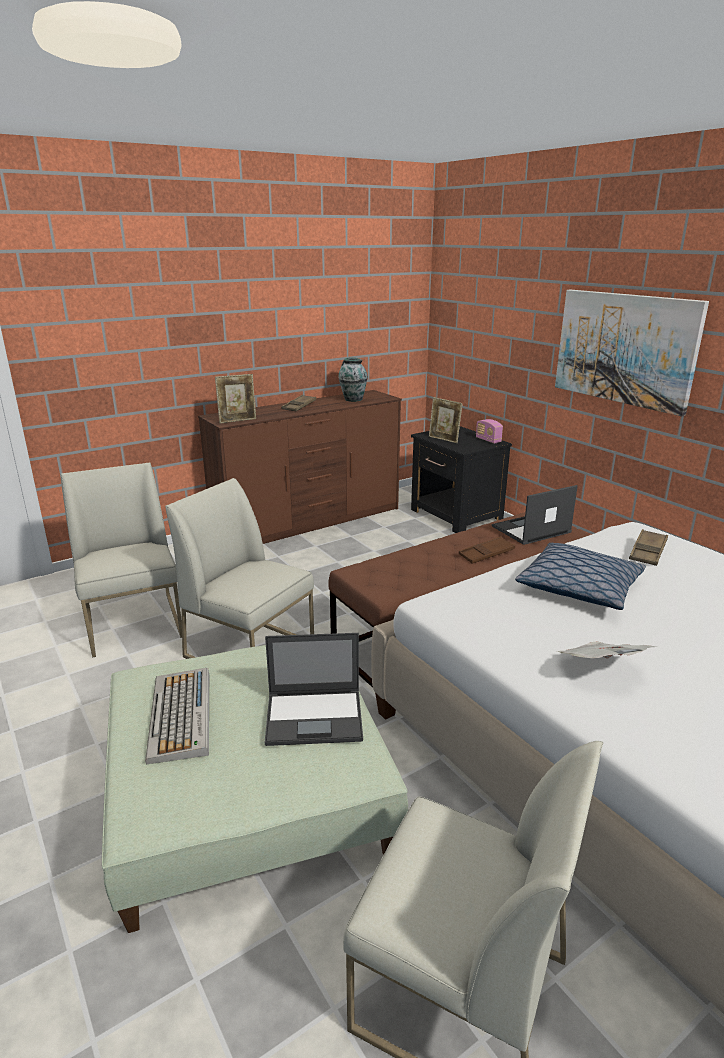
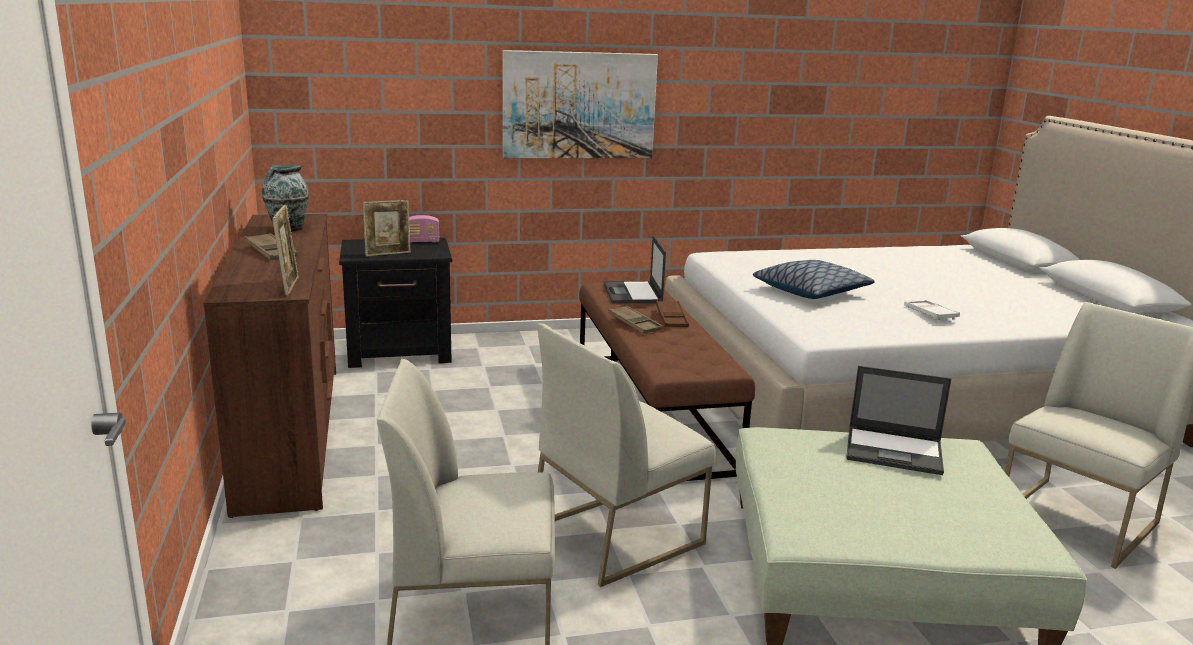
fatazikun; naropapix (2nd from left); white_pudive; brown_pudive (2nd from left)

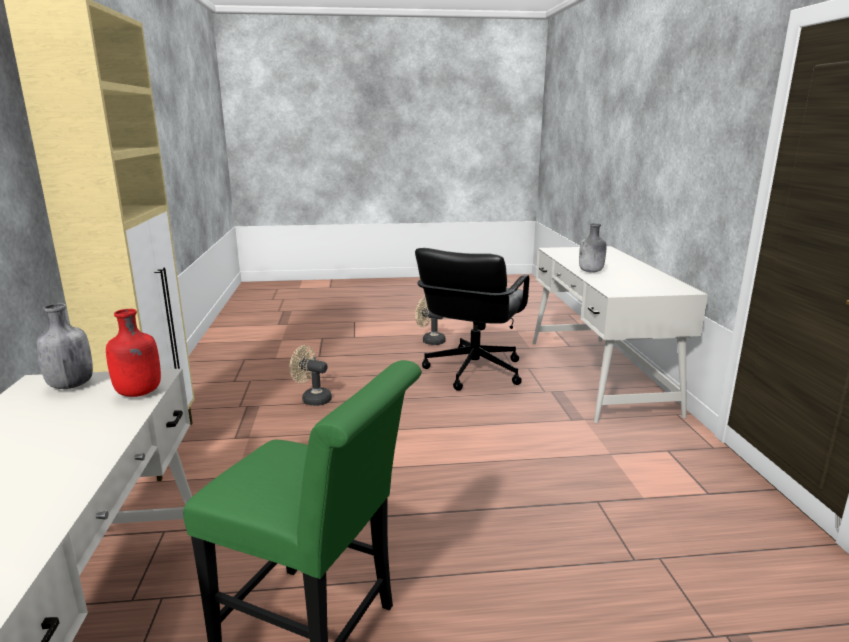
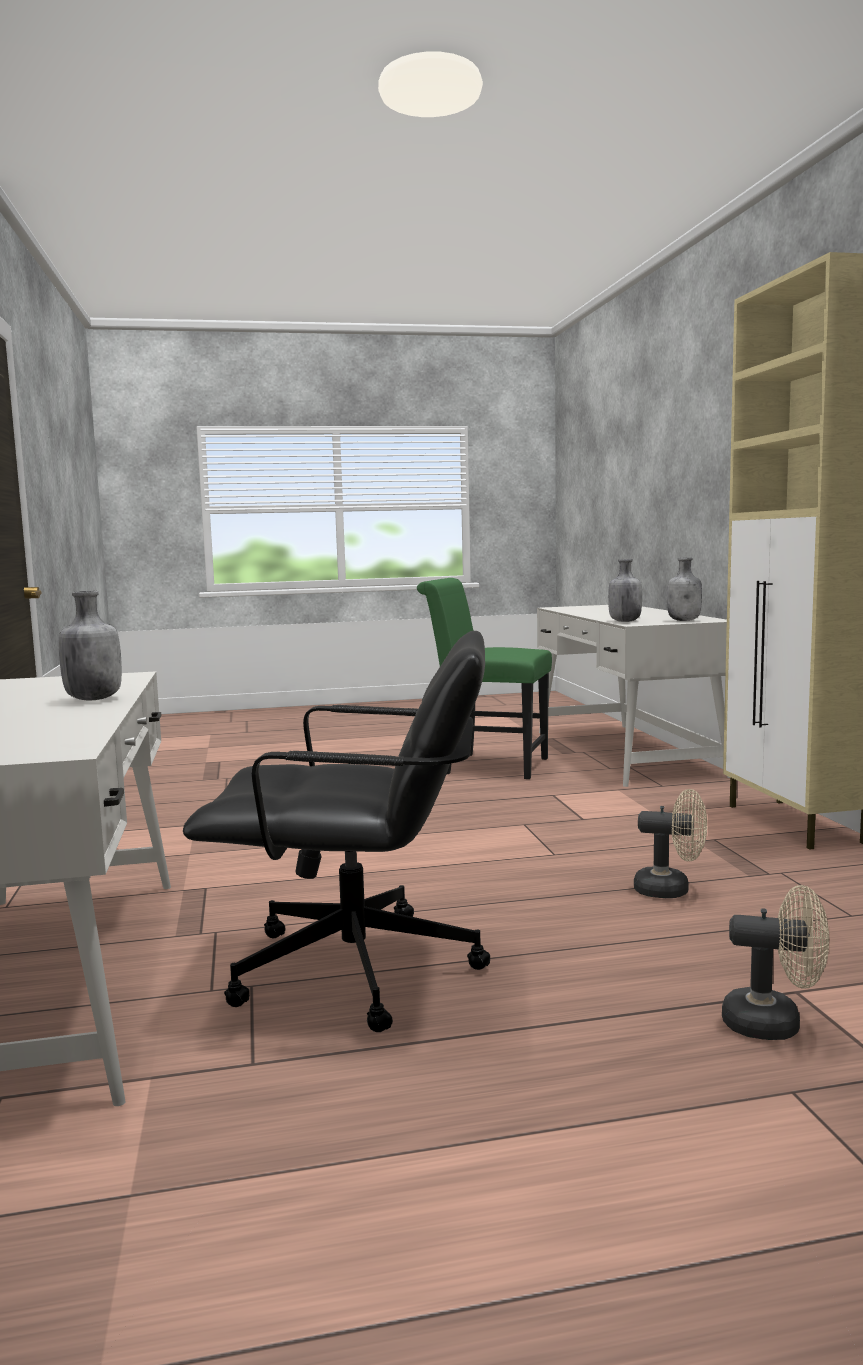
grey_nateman (2nd from left); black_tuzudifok; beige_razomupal (2nd from left)

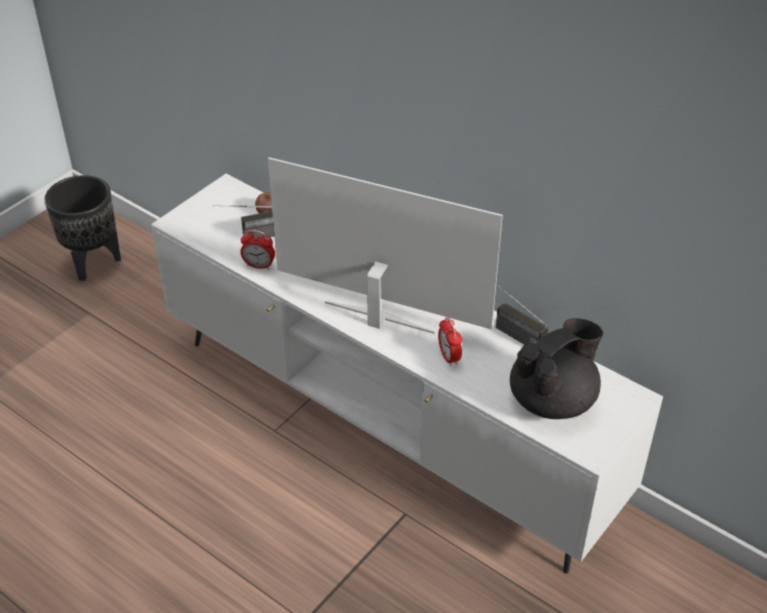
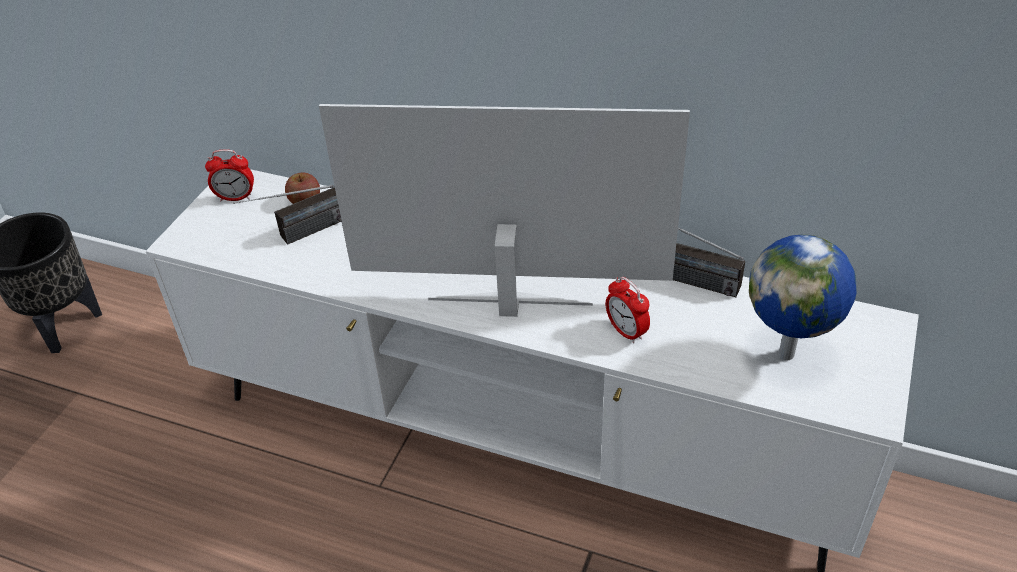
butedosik (1st from left); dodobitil

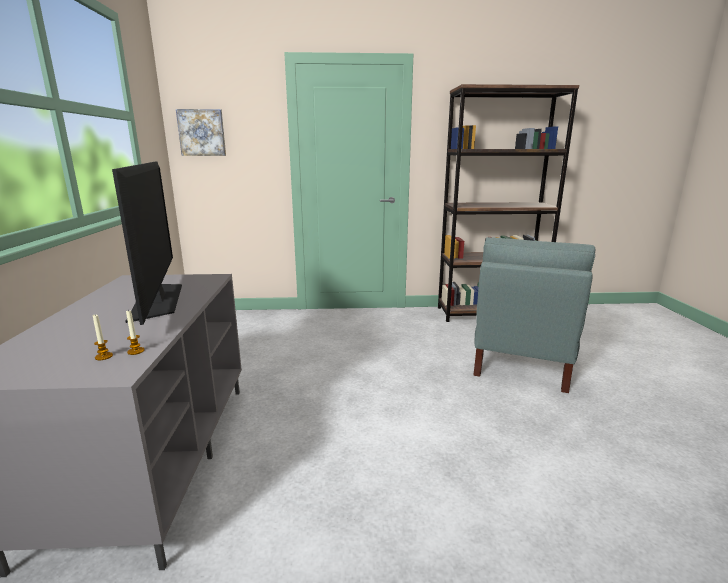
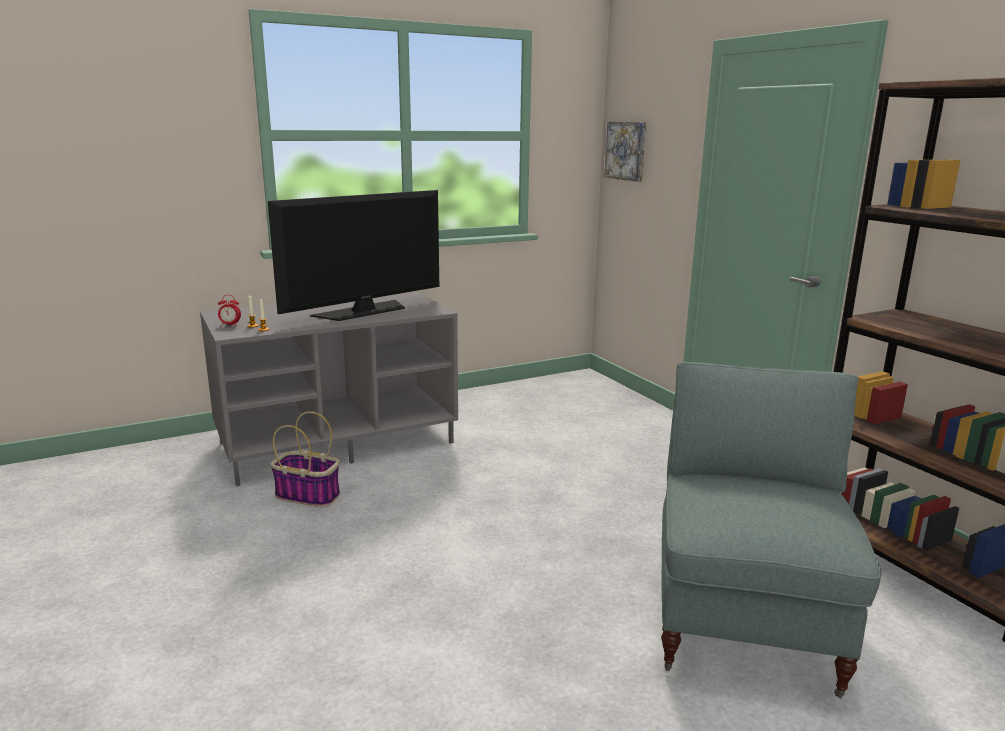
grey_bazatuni; butedosik; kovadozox

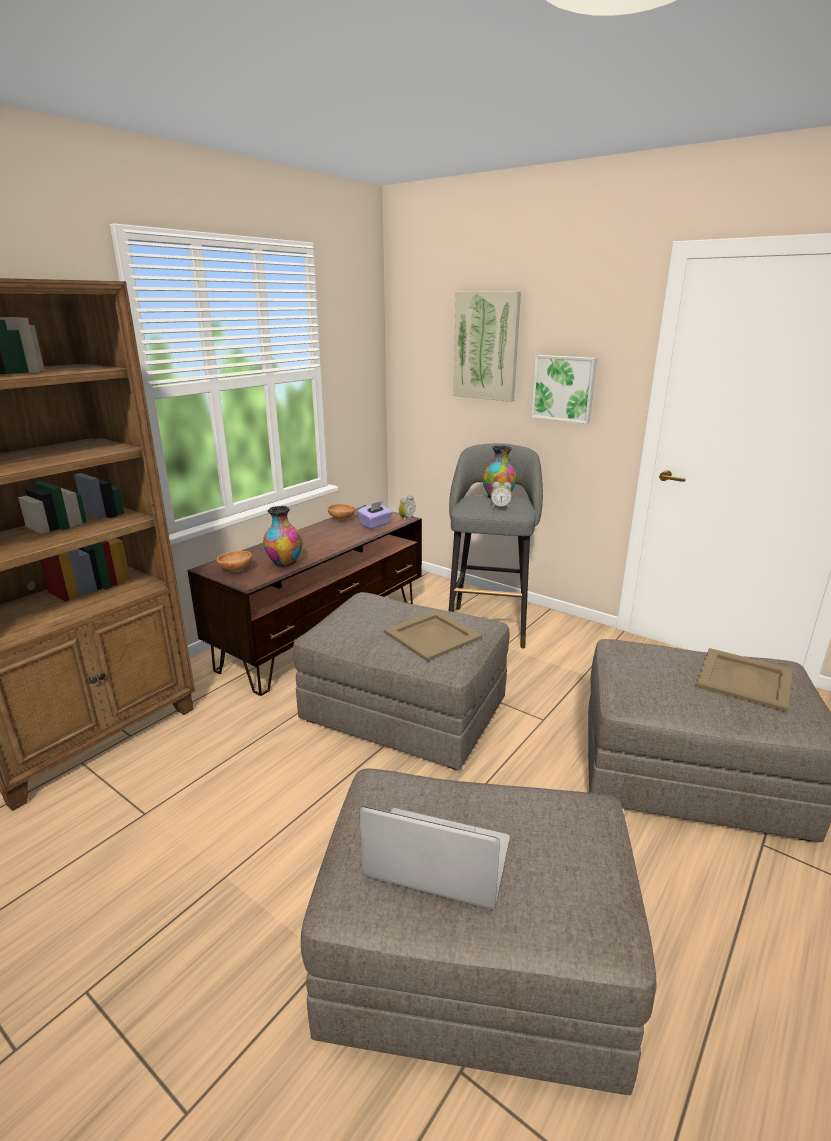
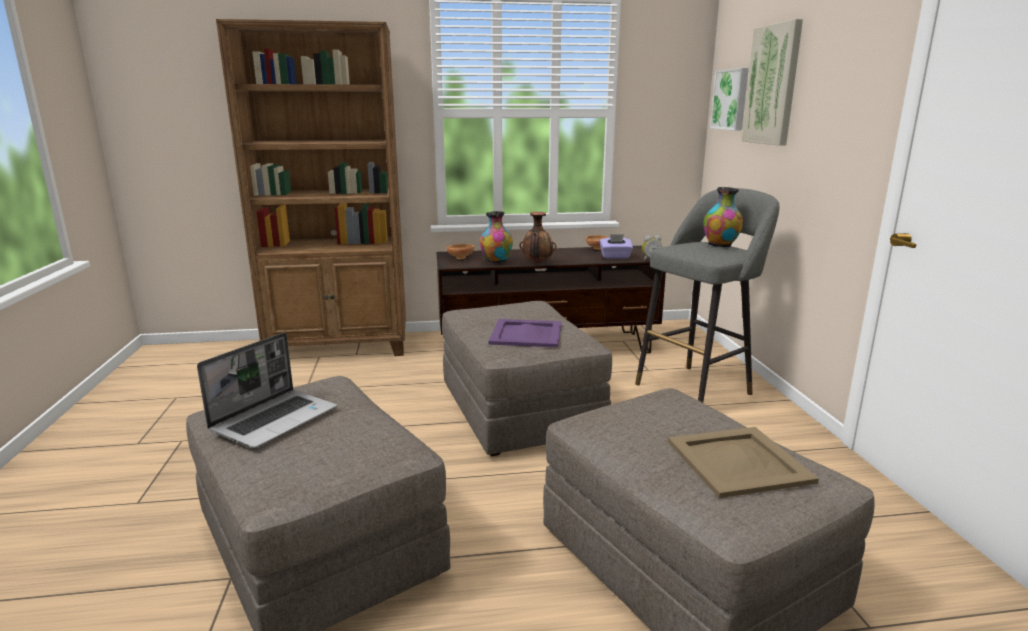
naropapix; purple_pudive; butedosik (2nd from left in the first image); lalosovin (1st from left); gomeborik (2nd from left)

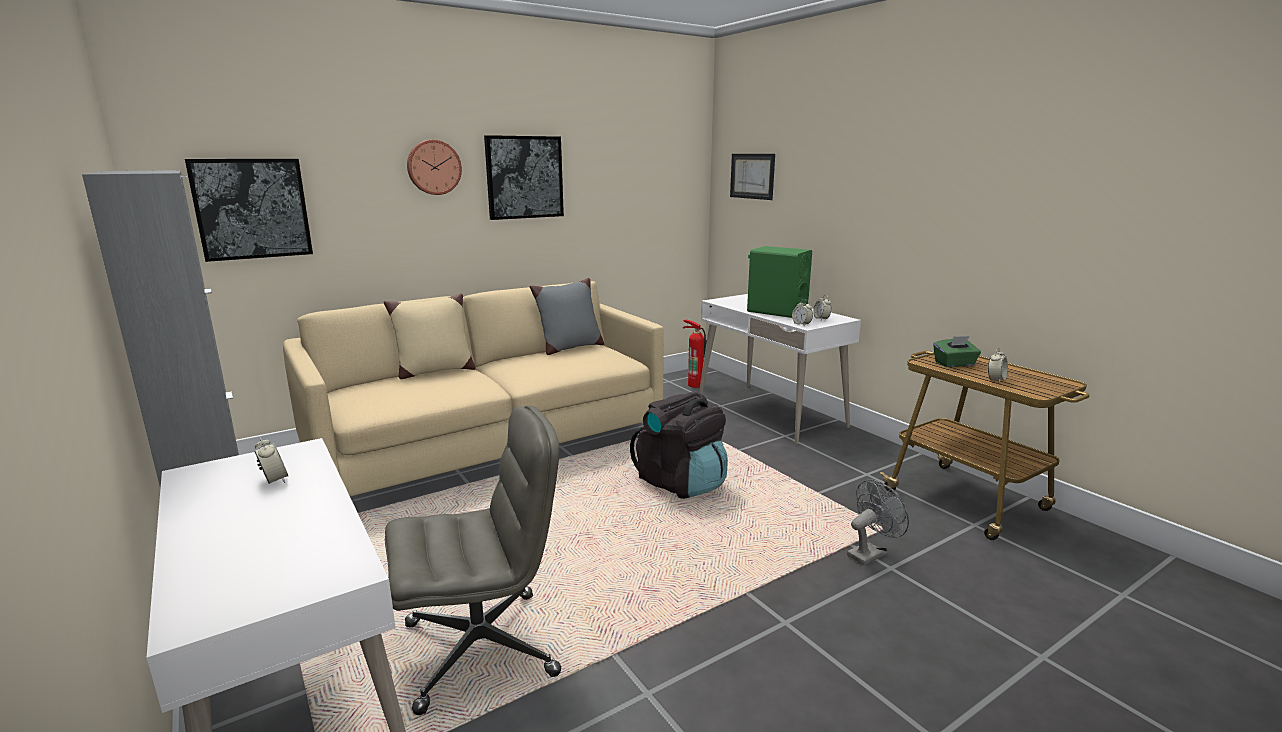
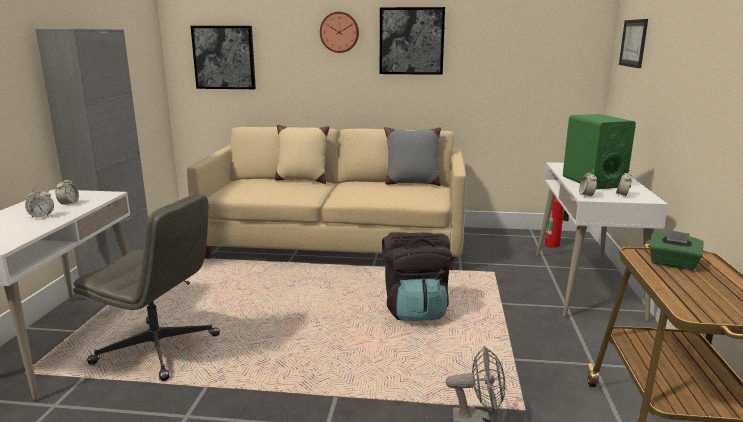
butedosik (1st from left)

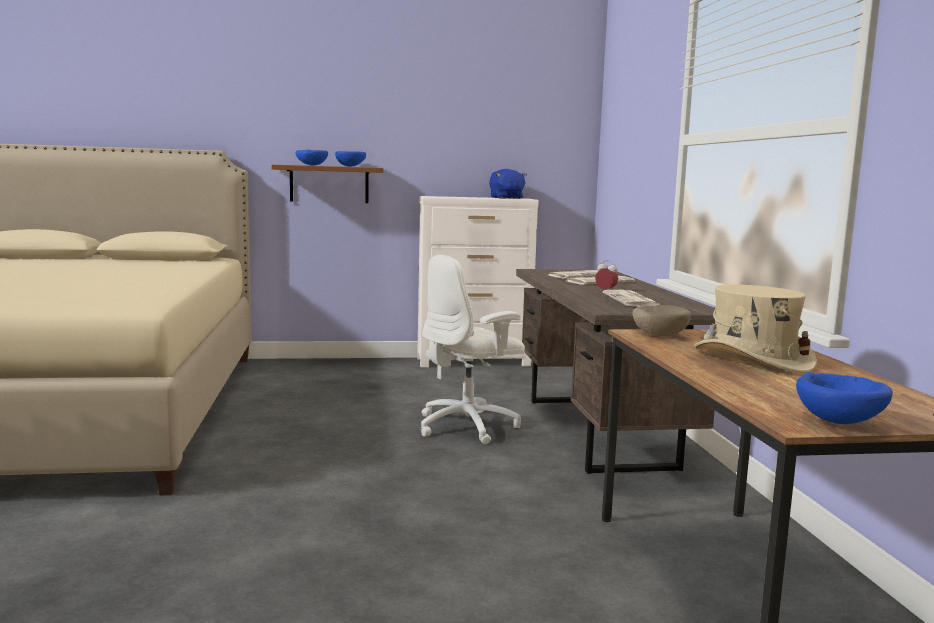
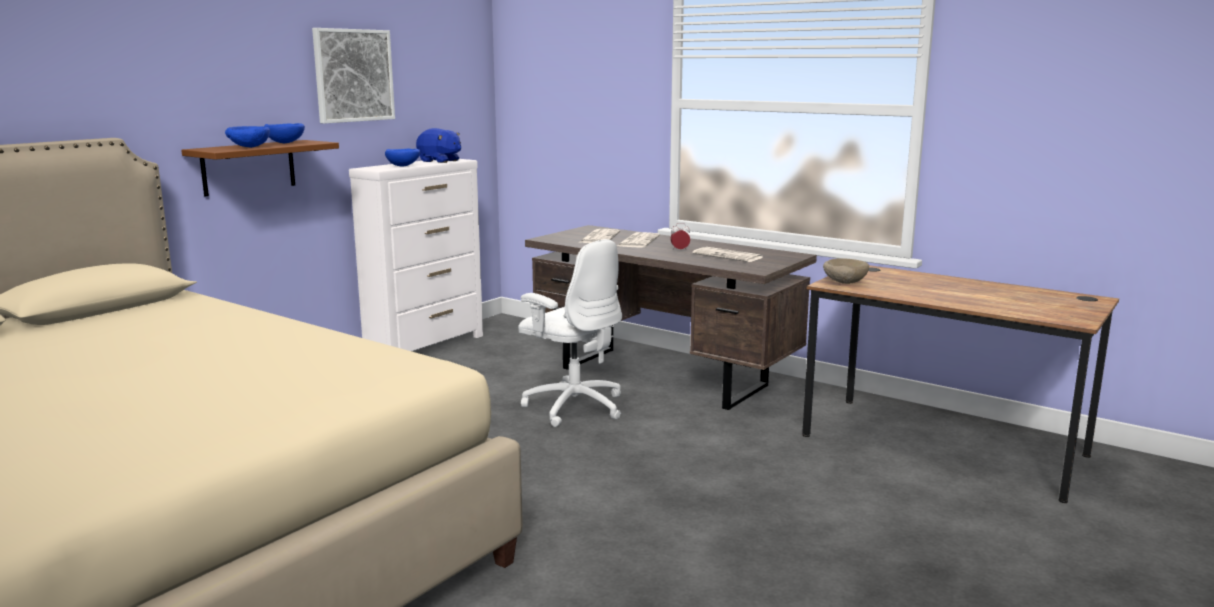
white_tuzudifok; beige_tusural; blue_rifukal (3rd from left); lalosovin

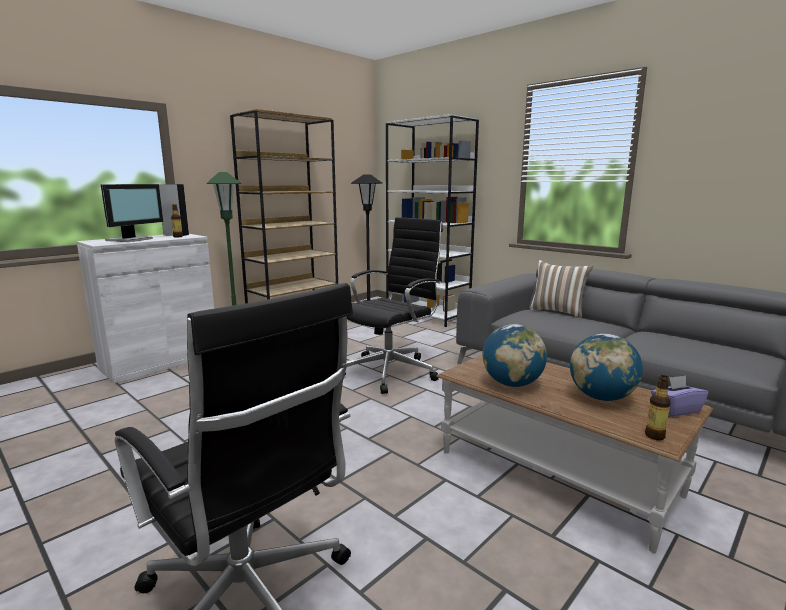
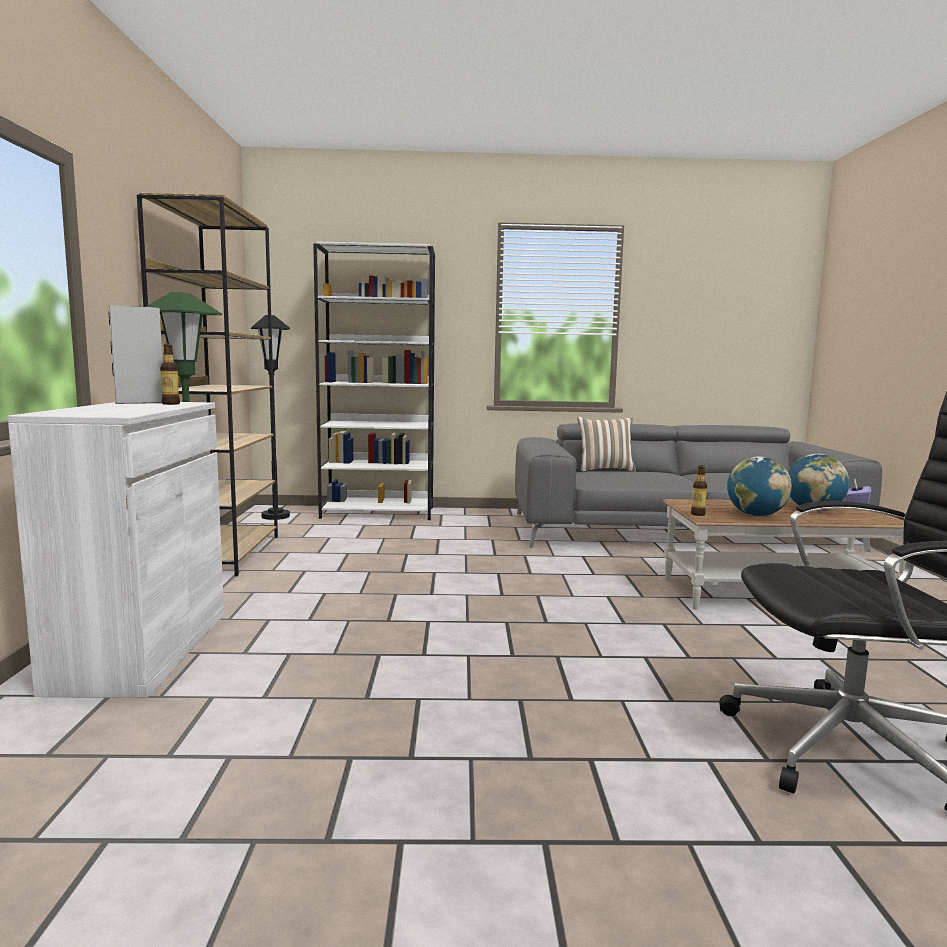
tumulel; black_tuzudifok (2nd from left in the first image); nateman (2nd from left)

